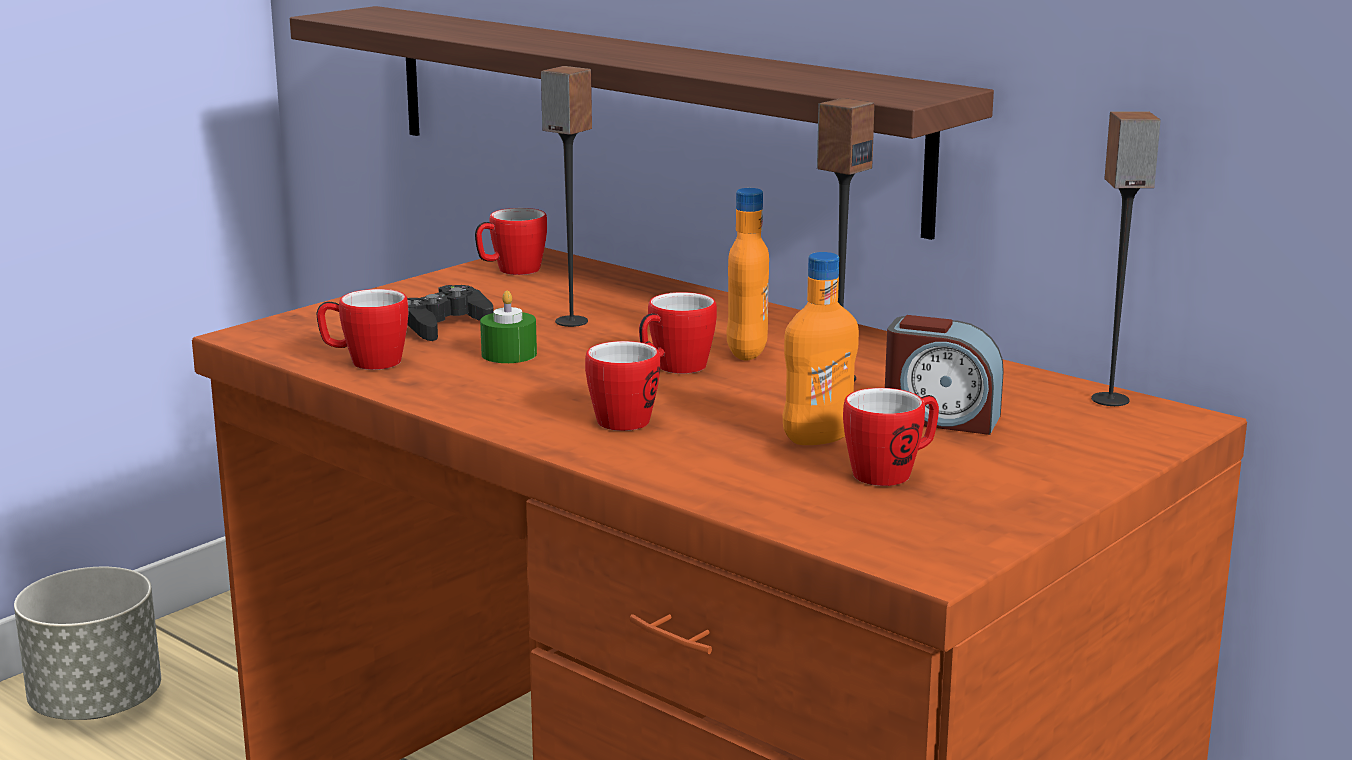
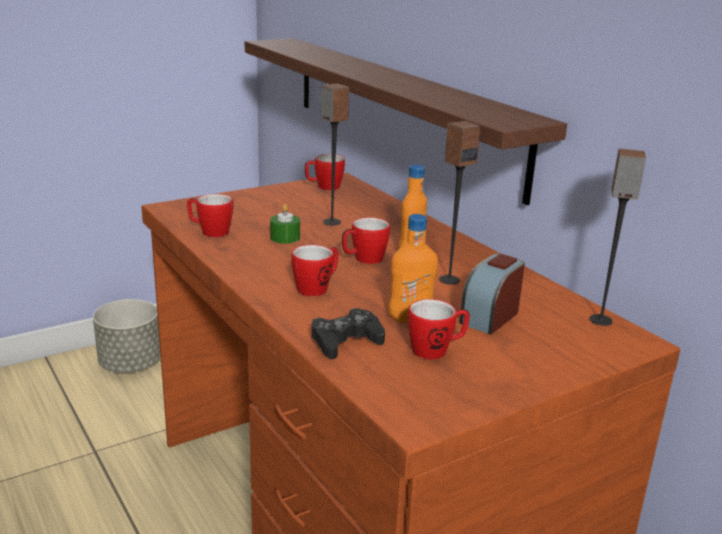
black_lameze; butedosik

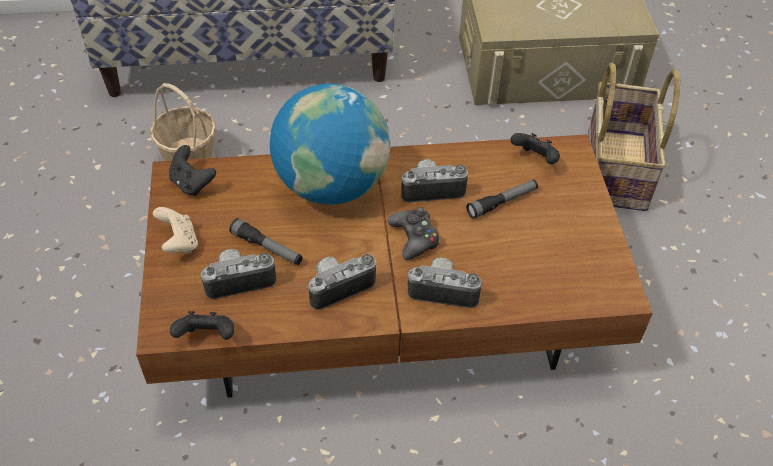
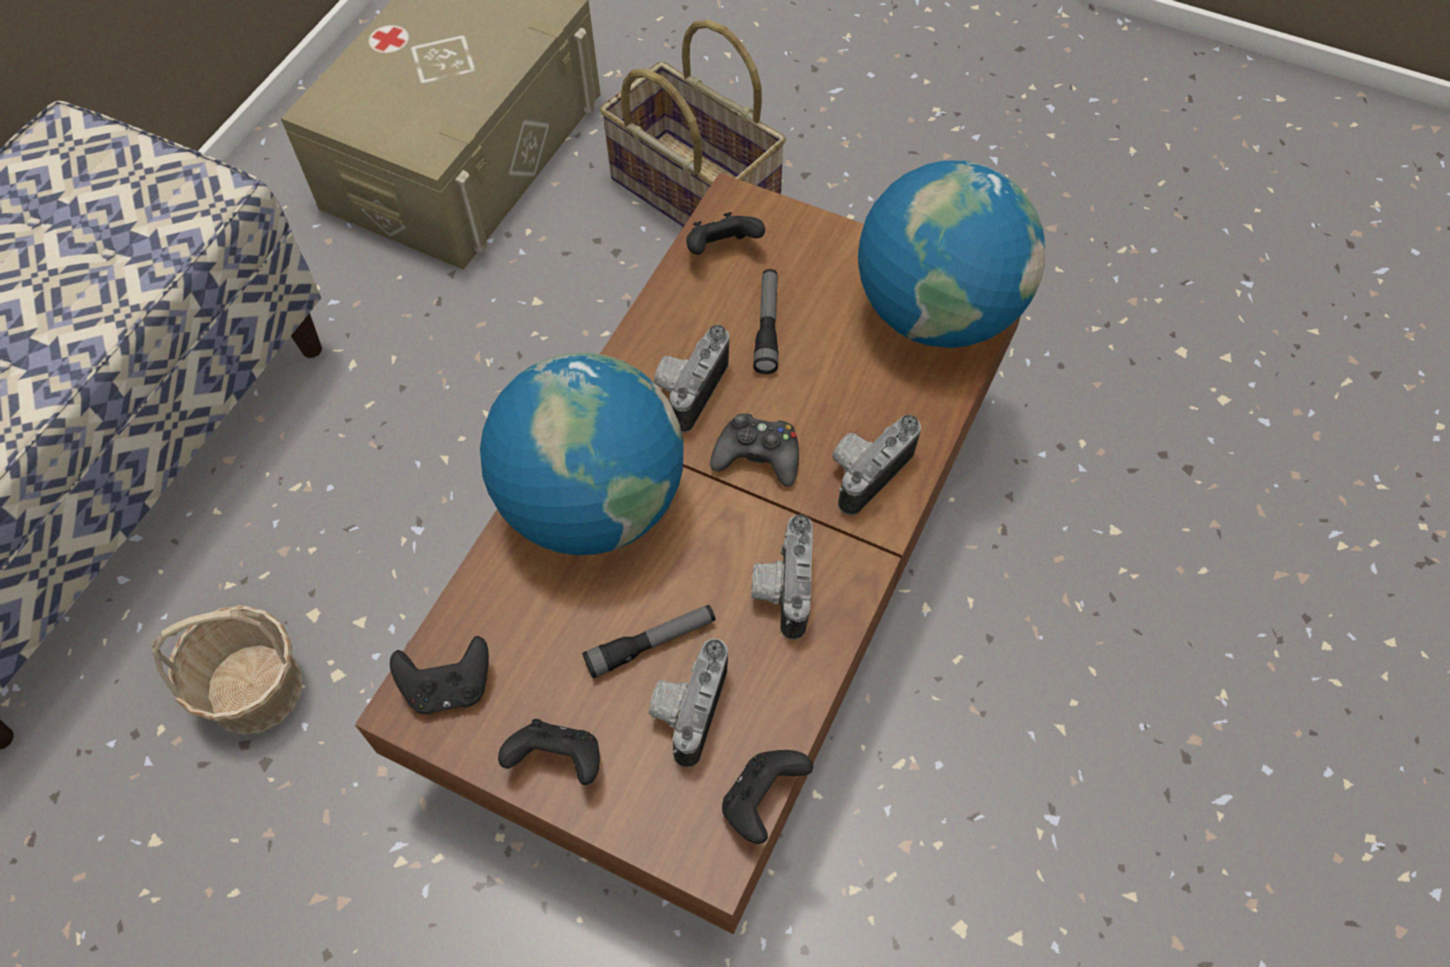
black_lameze (2nd from left); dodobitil (2nd from left)

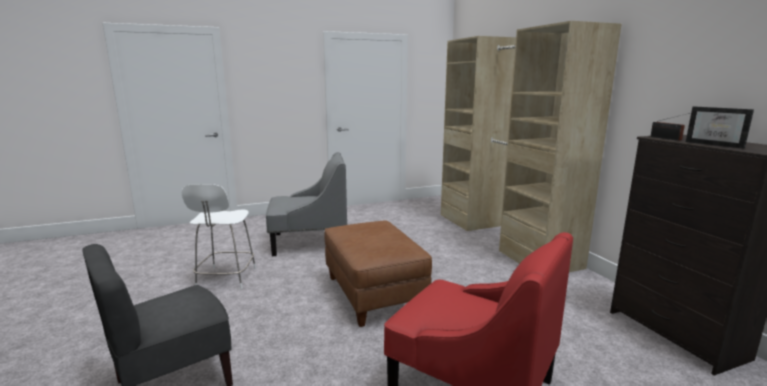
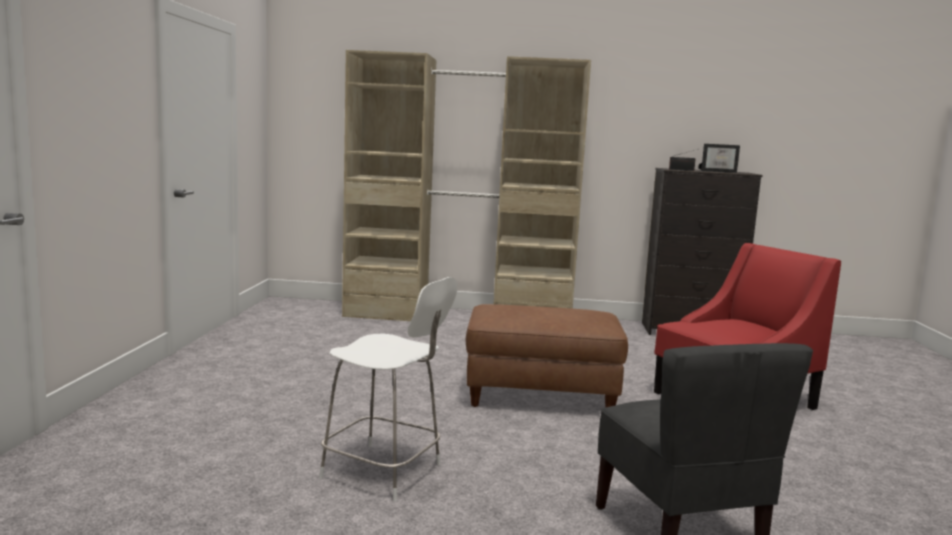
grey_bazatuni

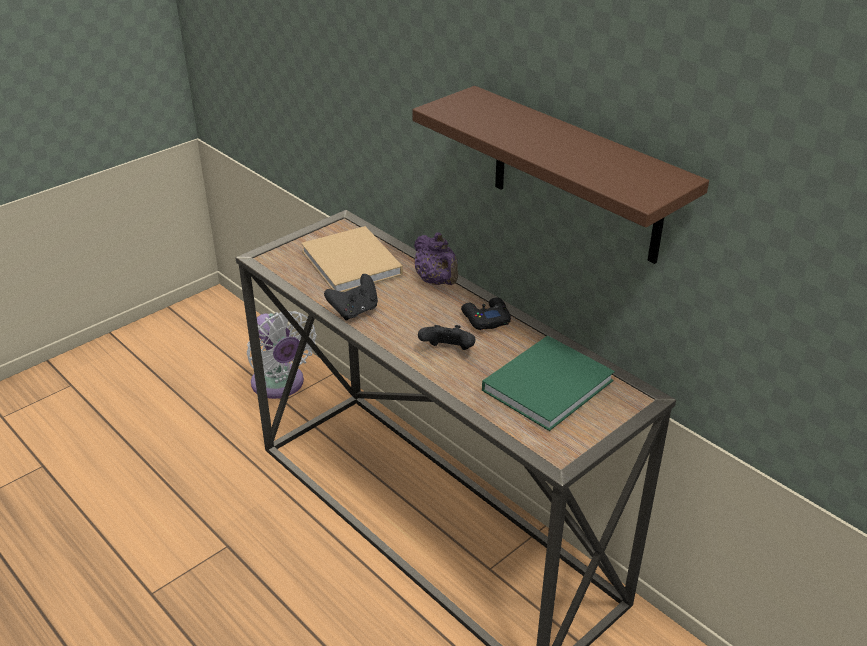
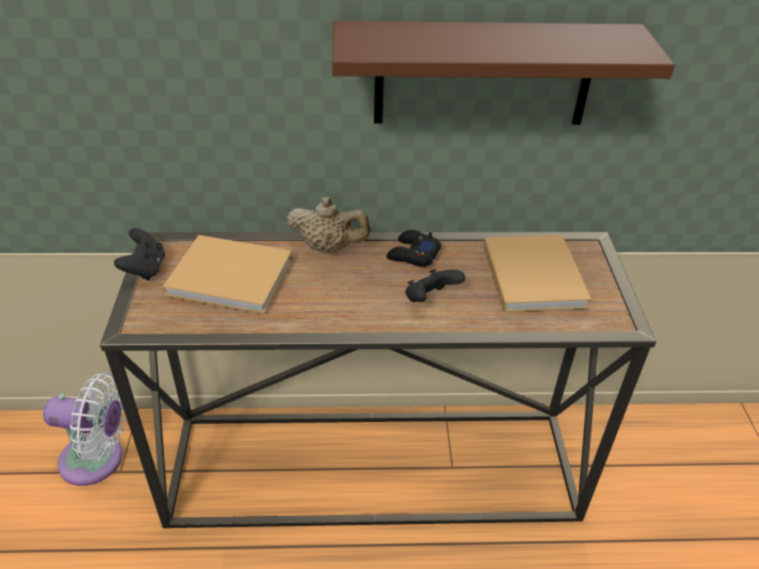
black_lameze (1st from left); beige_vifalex; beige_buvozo (2nd from left)

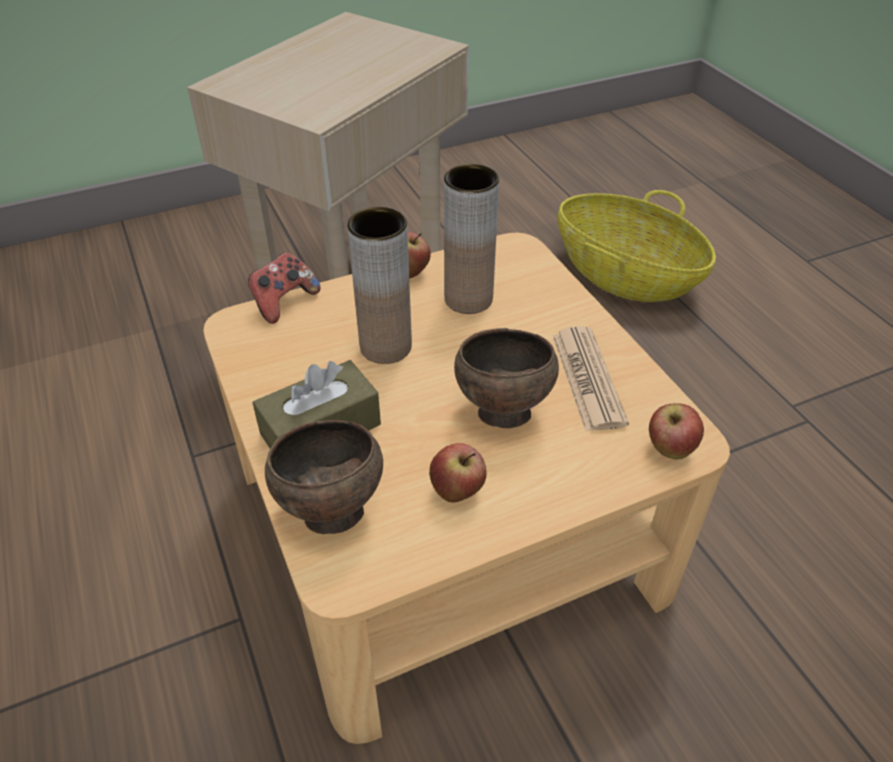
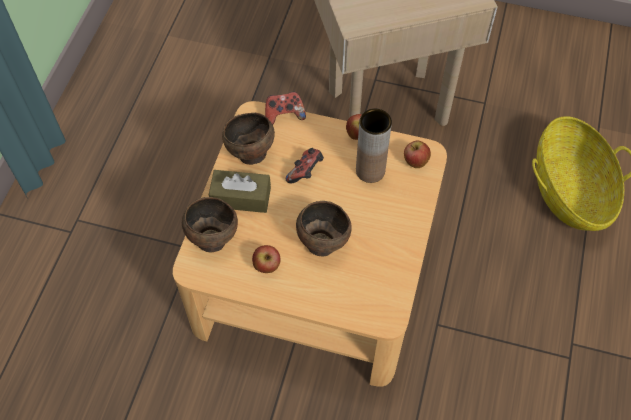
lameze (2nd from left); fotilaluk; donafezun (3rd from left); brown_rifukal (2nd from left)

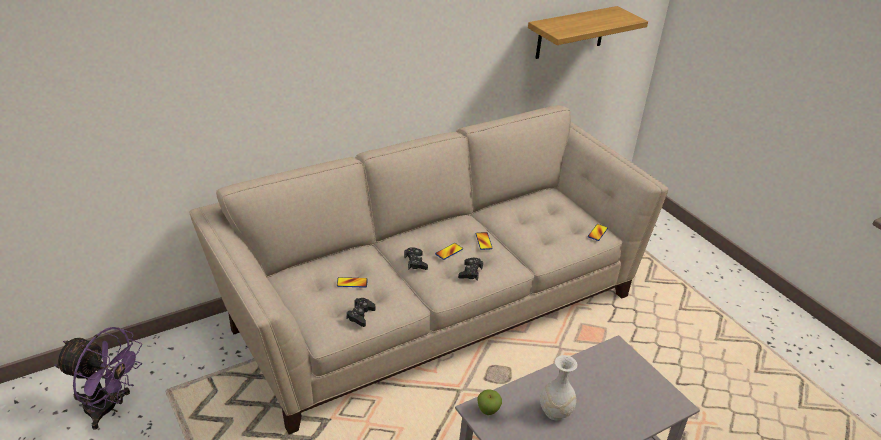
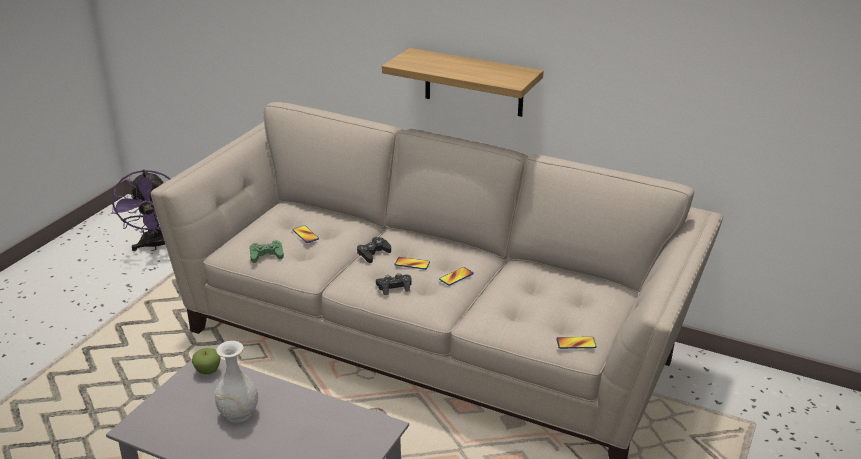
green_lameze; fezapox

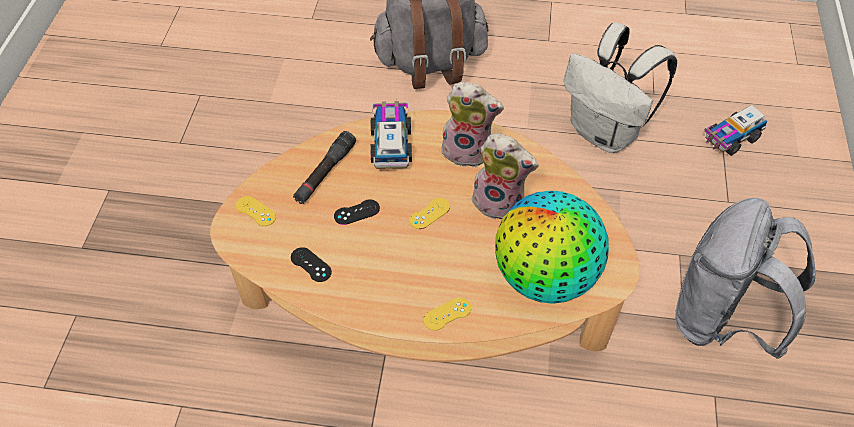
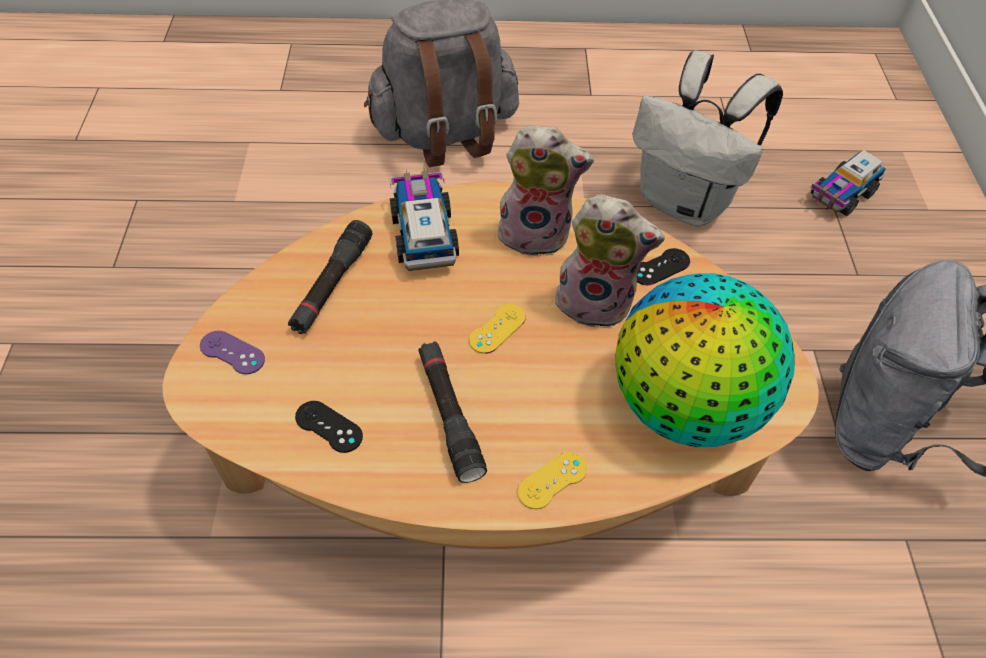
purple_lameze; black_lameze (2nd from left); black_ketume (2nd from left)

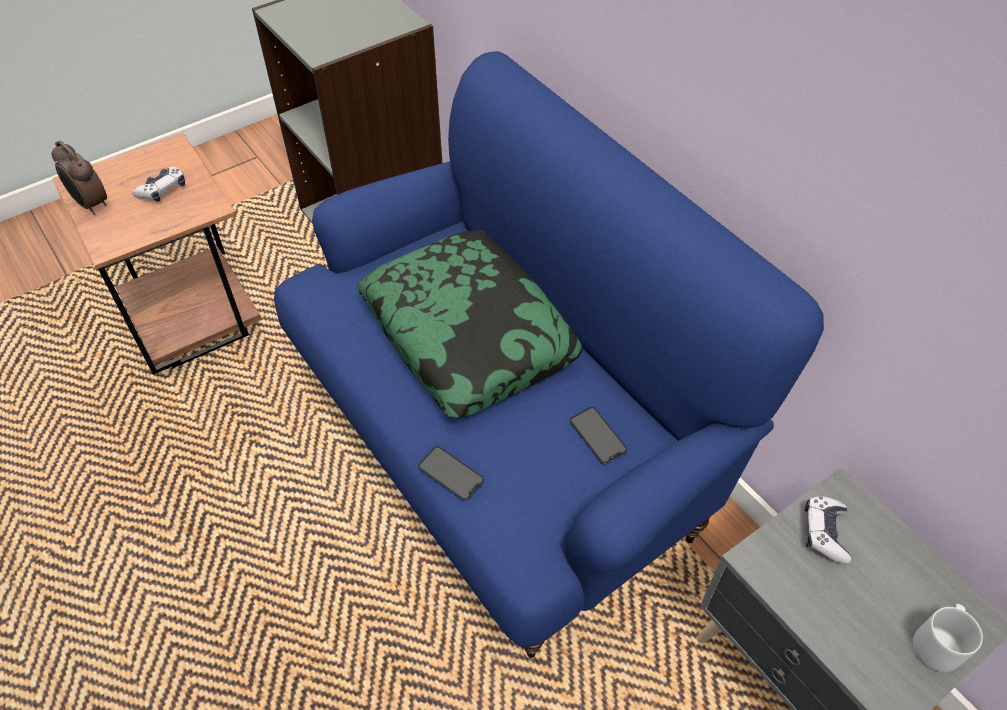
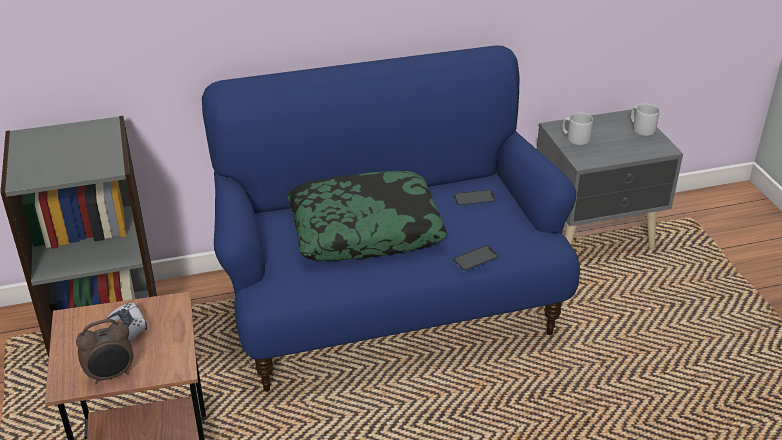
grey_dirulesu (1st from left)

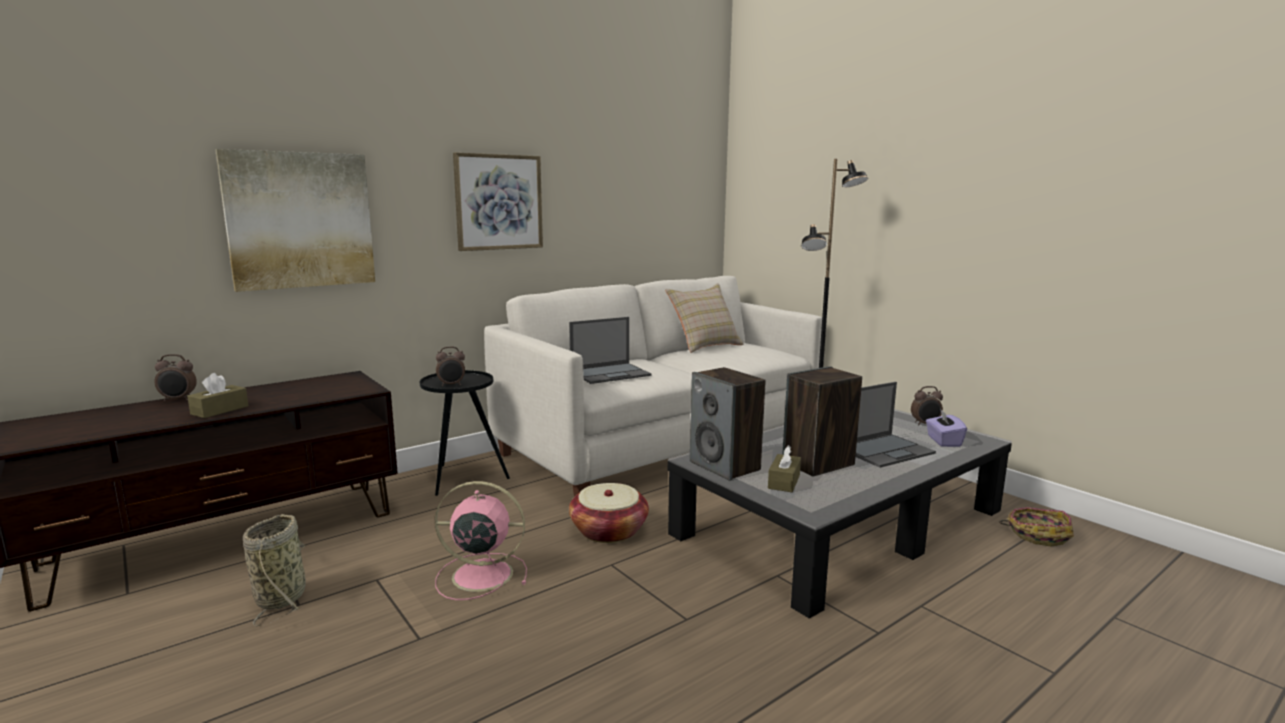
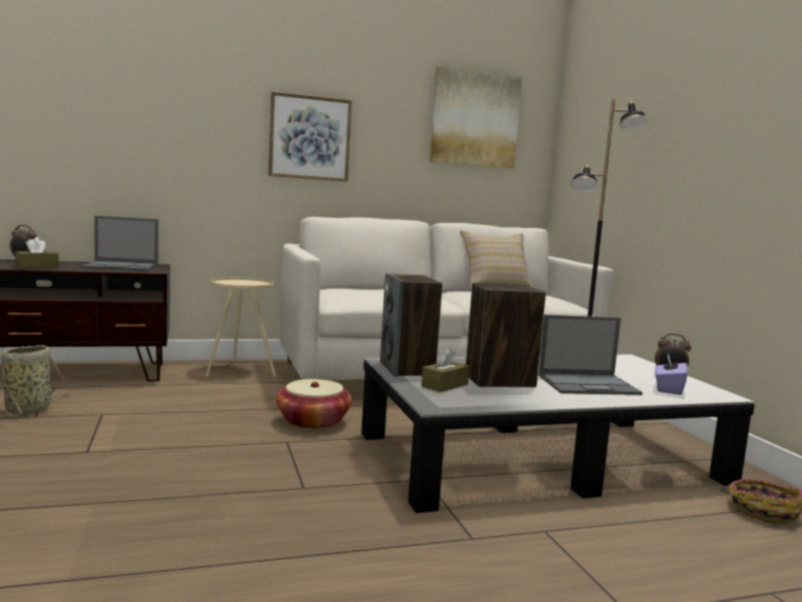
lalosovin (2nd from left); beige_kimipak; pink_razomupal; butedosik (2nd from left in the first image); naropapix (1st from left)

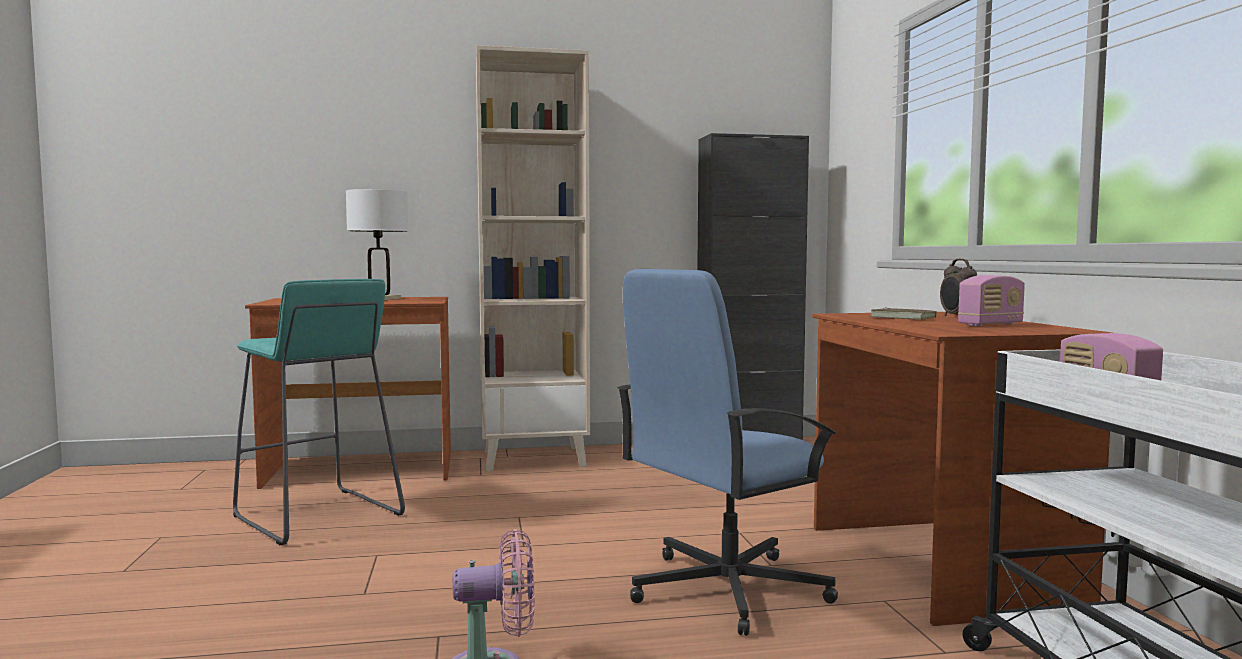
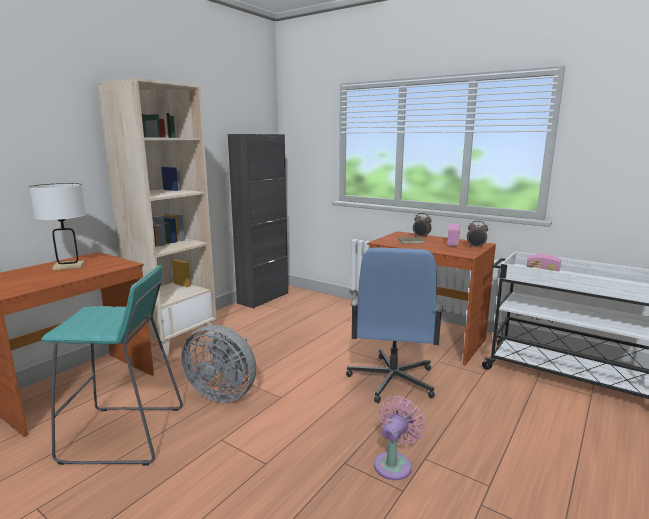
grey_razomupal; butedosik (2nd from left)

